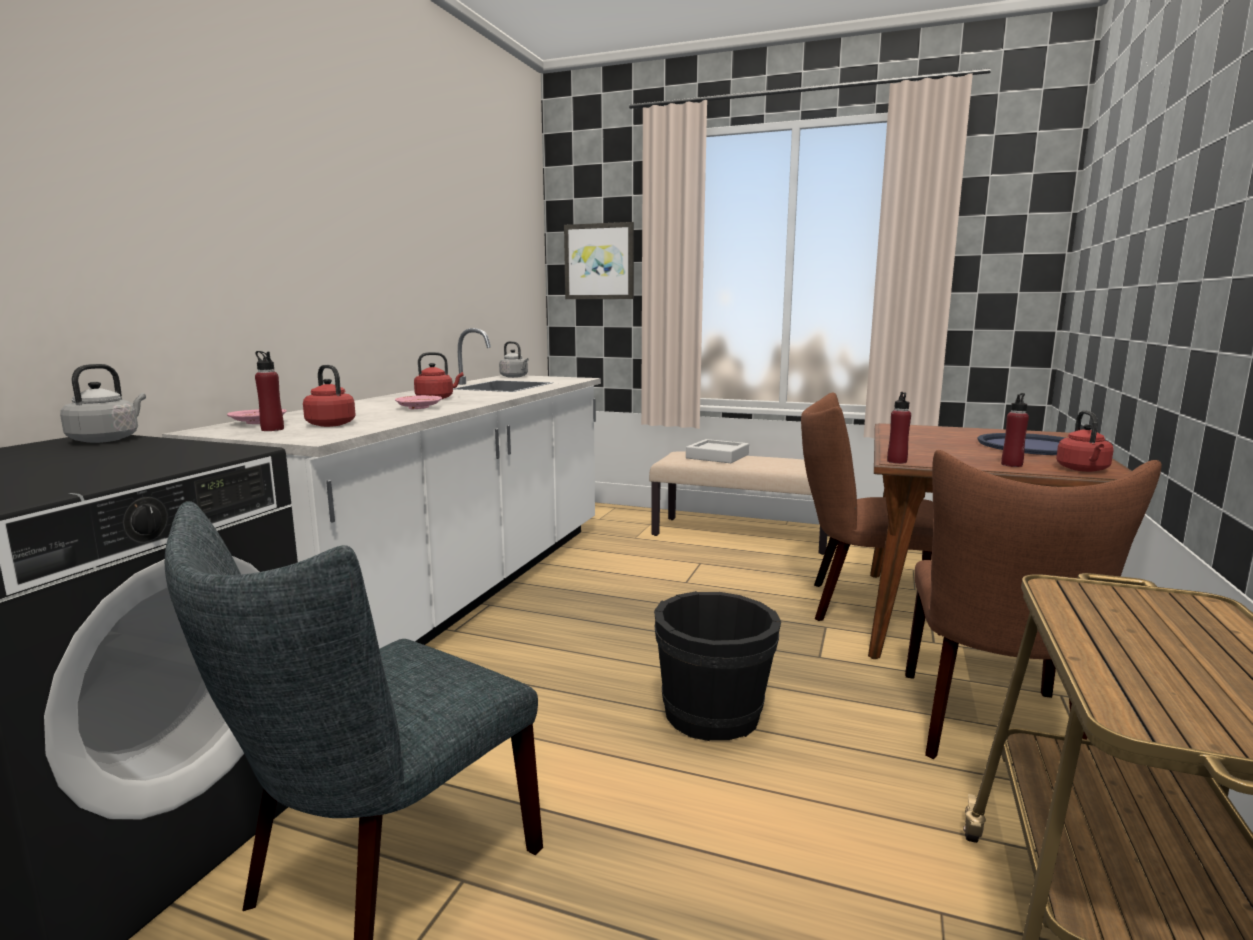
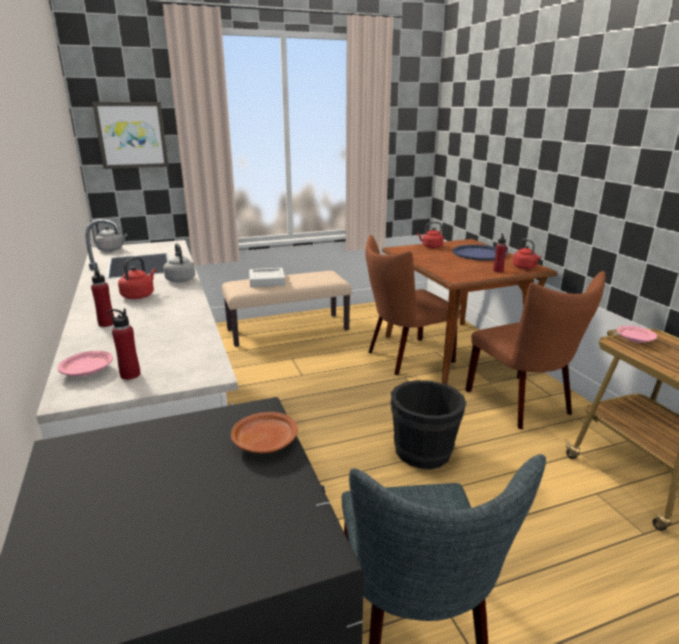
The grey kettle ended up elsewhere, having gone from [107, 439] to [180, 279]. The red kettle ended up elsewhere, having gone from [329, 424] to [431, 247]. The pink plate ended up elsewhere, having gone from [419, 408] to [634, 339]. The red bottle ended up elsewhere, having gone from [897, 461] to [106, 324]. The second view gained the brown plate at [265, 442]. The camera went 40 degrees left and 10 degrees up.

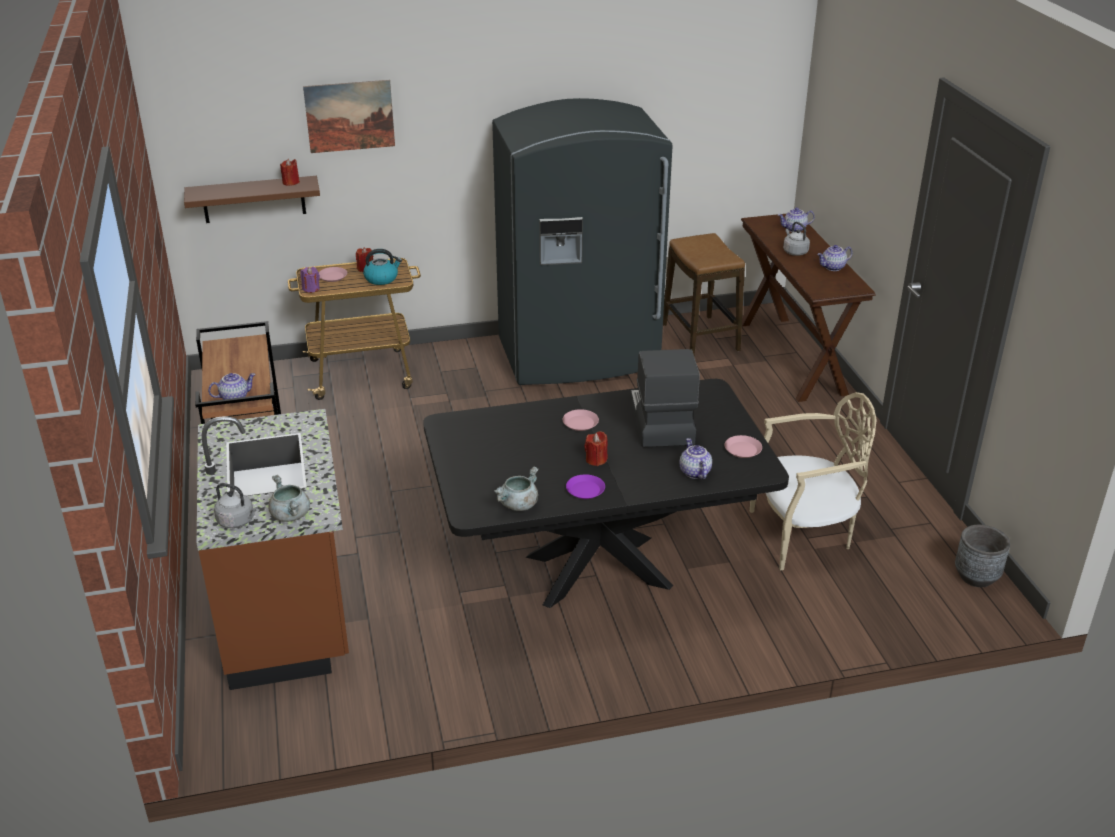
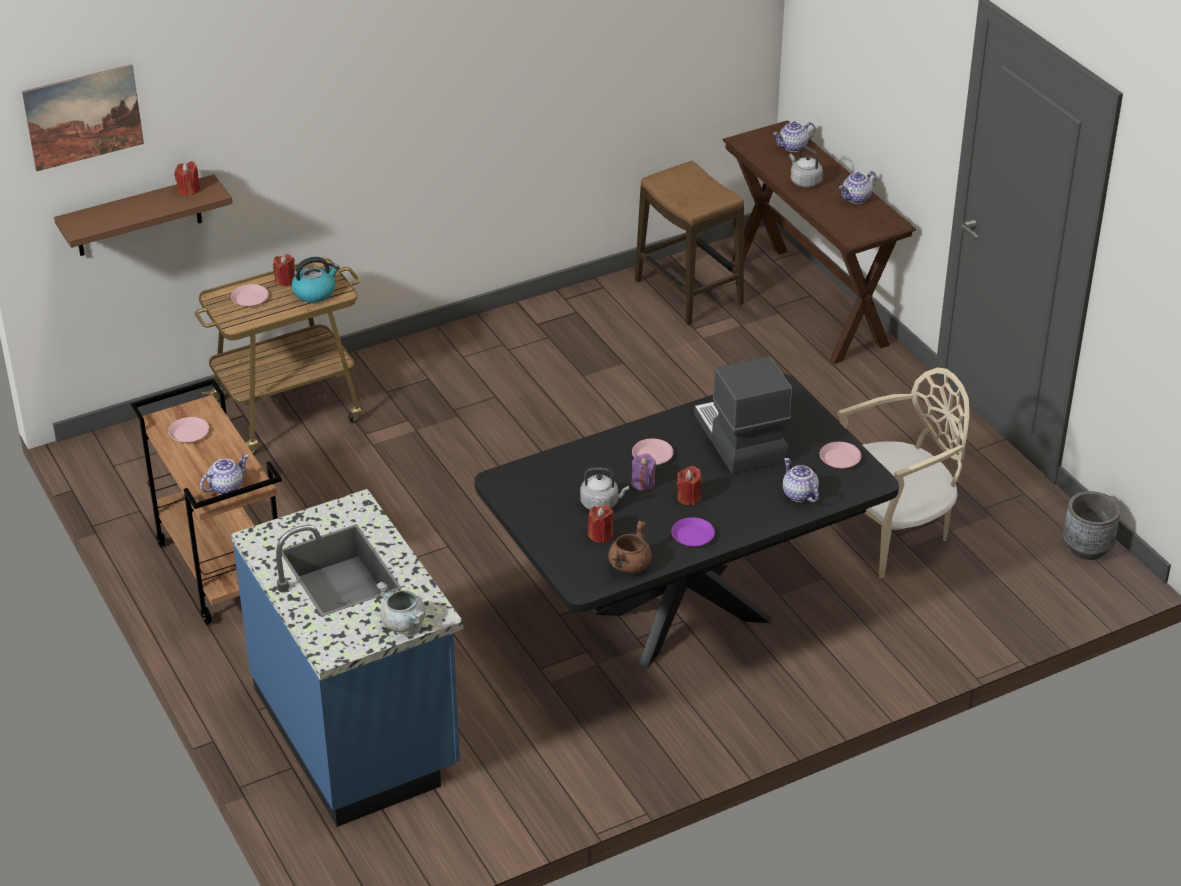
What was the brown counter at [289, 614] turned into the blue counter at [358, 731]. The grey kettle ended up elsewhere, having gone from [237, 521] to [601, 503]. The purple candle ended up elsewhere, having gone from [311, 289] to [643, 483]. The picture ended up elsewhere, having gone from [349, 116] to [83, 117]. The second view lost the grey fridge at [579, 356]. What was the grey cooking pot at [518, 505] turned into the brown cooking pot at [629, 566]. The second view gained the pink plate at [189, 433]. The second view gained the red candle at [601, 535]. The camera went 15 degrees left and 5 degrees up.

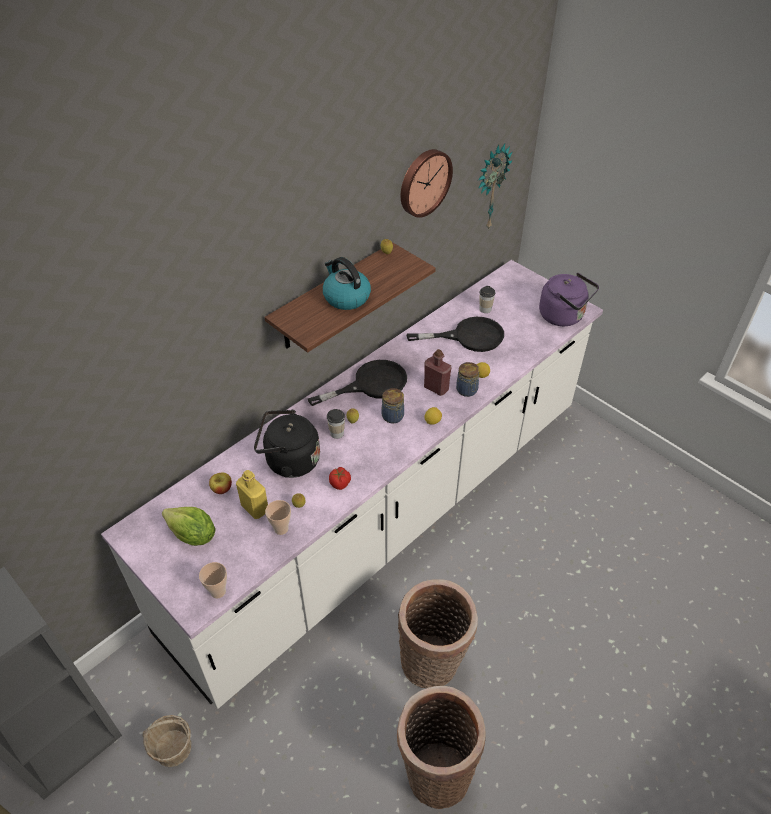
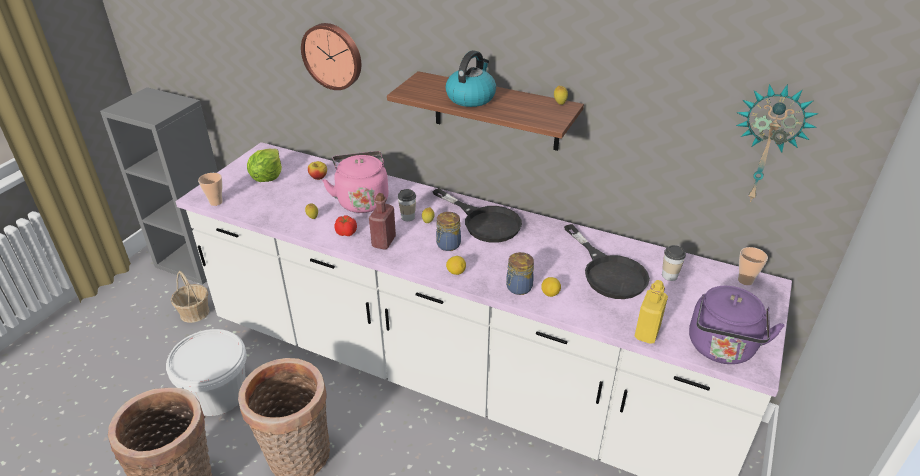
The yellow bottle ended up elsewhere, having gone from [255, 508] to [647, 333]. What was the black kettle at [289, 461] turned into the pink kettle at [362, 200]. The cup ended up elsewhere, having gone from [281, 529] to [745, 280]. The wall clock ended up elsewhere, having gone from [423, 182] to [333, 55]. The red bottle ended up elsewhere, having gone from [436, 388] to [384, 242]. The second view gained the white bucket at [217, 394]. The camera went 70 degrees right and 10 degrees down.

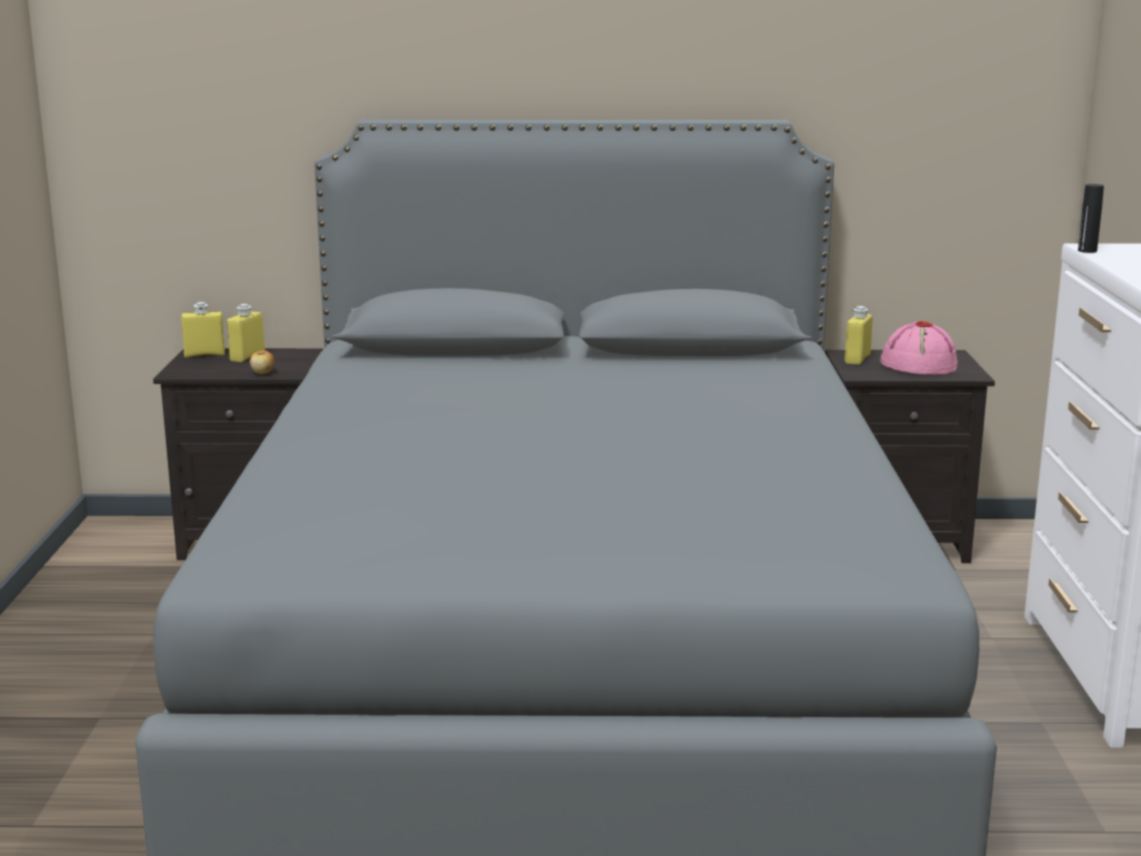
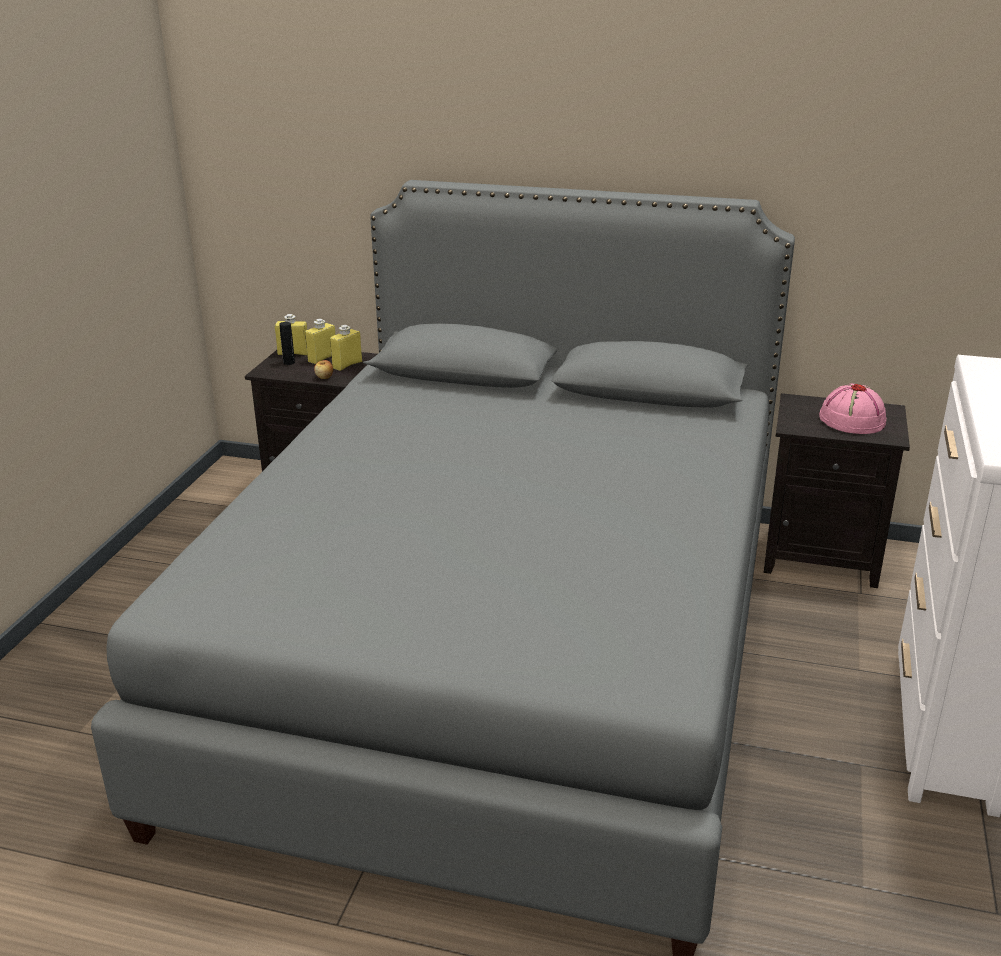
The yellow bottle ended up elsewhere, having gone from [857, 359] to [347, 365]. The black bottle ended up elsewhere, having gone from [1087, 251] to [289, 362]. The camera went 15 degrees right and 10 degrees up.

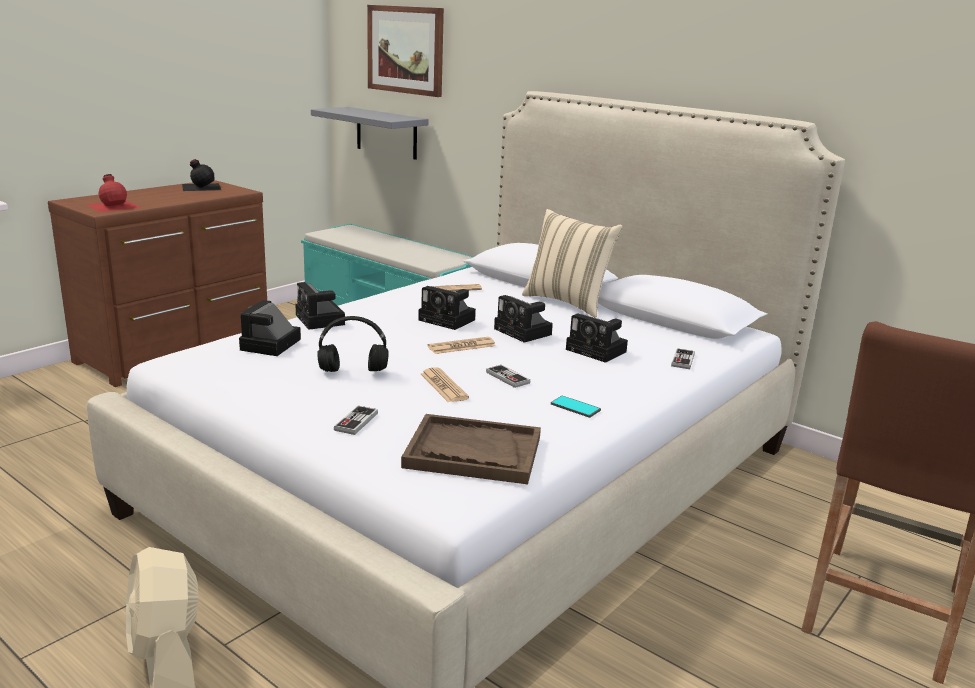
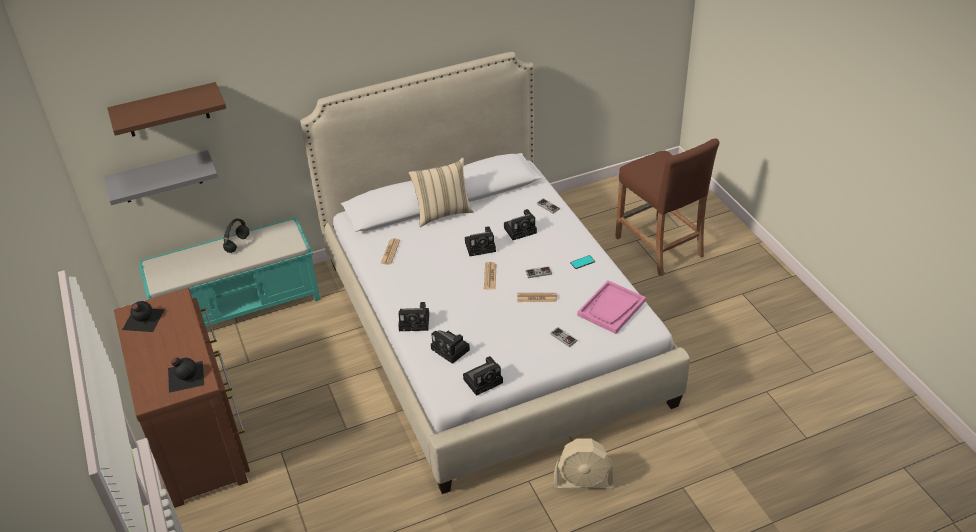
What was the red bottle at [114, 205] turned into the black bottle at [185, 376]. The black headphones ended up elsewhere, having gone from [354, 370] to [237, 243]. Where the picture hung at [406, 50], the brown shelf came to hang at [166, 110]. What was the brown tray at [472, 452] turned into the pink tray at [611, 308]. The photo camera ended up elsewhere, having gone from [449, 320] to [484, 380]. The camera went 60 degrees left and 20 degrees up.

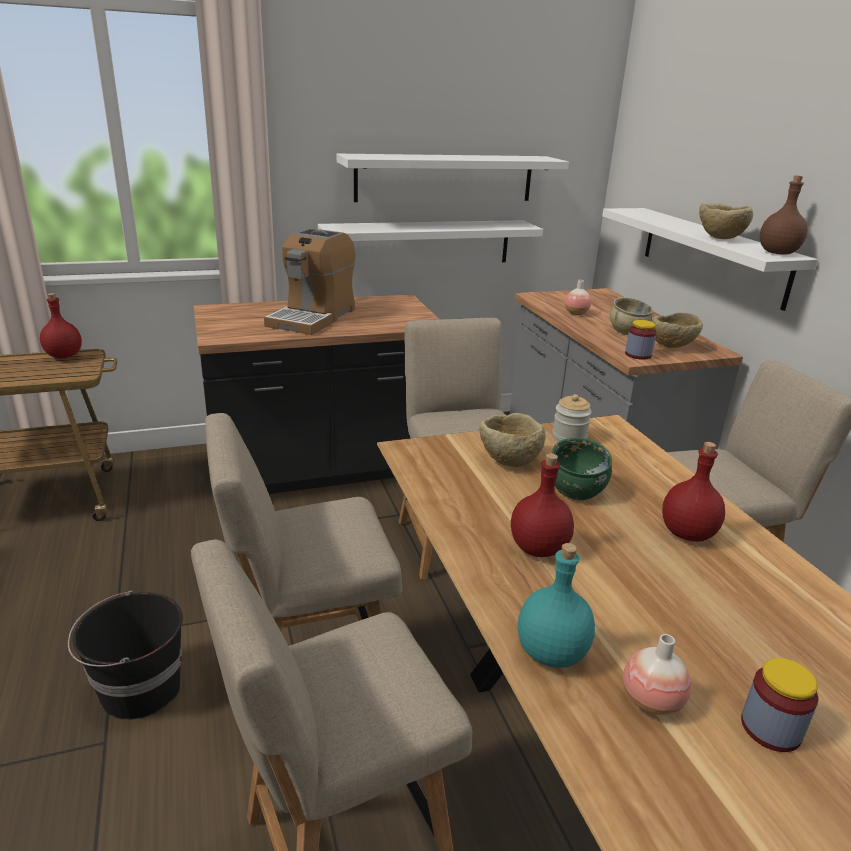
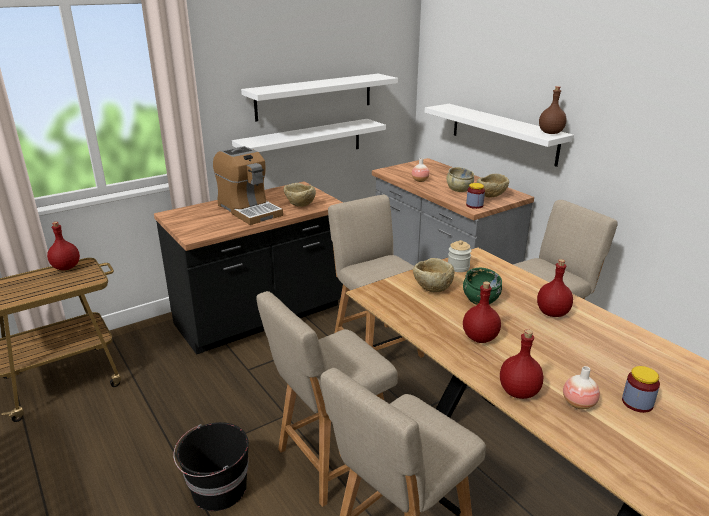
The coffee machine at [312, 317] ended up facing another way, 45 degrees counterclockwise from before. What was the turquoise bottle at [552, 654] turned into the red bottle at [519, 392]. The beige bowl ended up elsewhere, having gone from [719, 239] to [299, 206]. The camera went 15 degrees left and 0 degrees up.

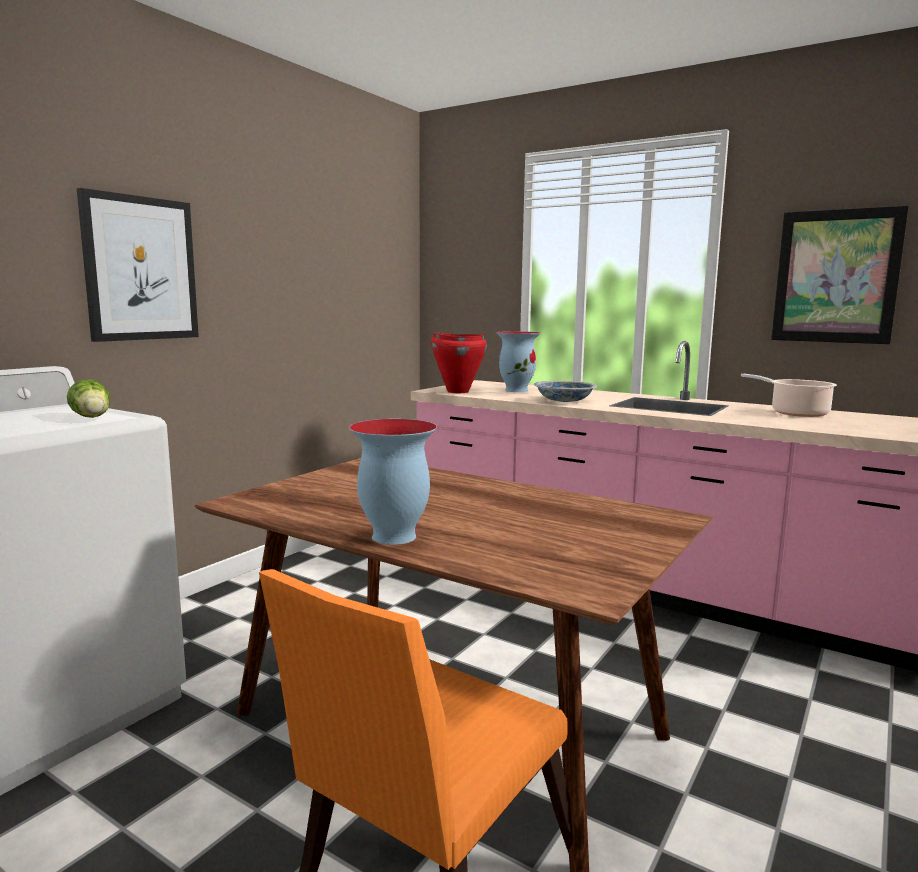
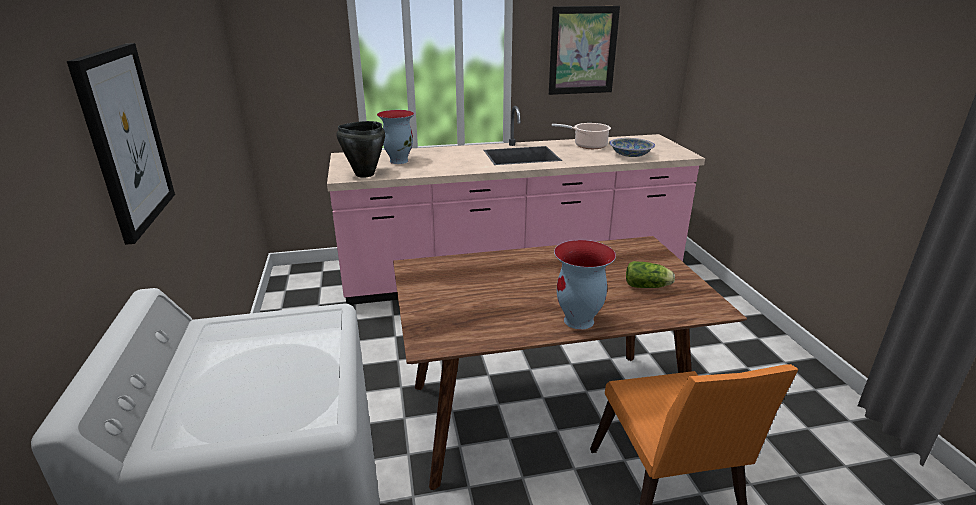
The lettuce ended up elsewhere, having gone from [92, 418] to [648, 286]. What was the red cooking pot at [457, 391] turned into the black cooking pot at [364, 174]. The bowl ended up elsewhere, having gone from [564, 401] to [630, 155]. The camera went 45 degrees left and 15 degrees up.

